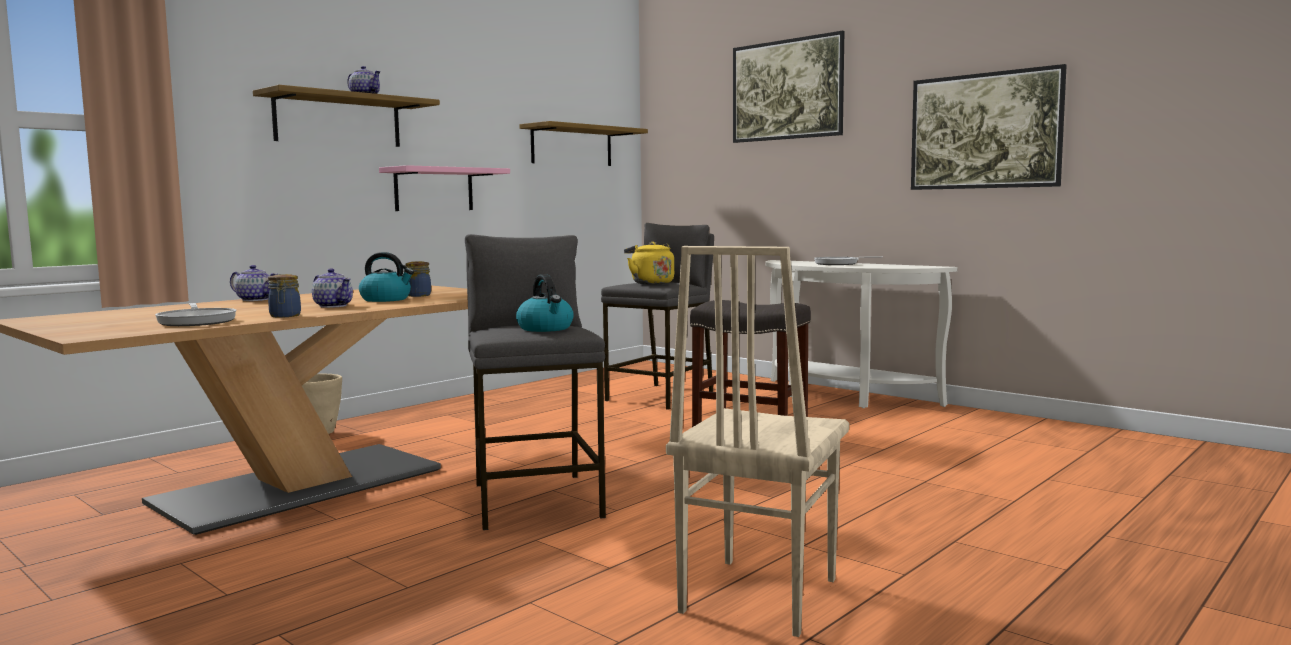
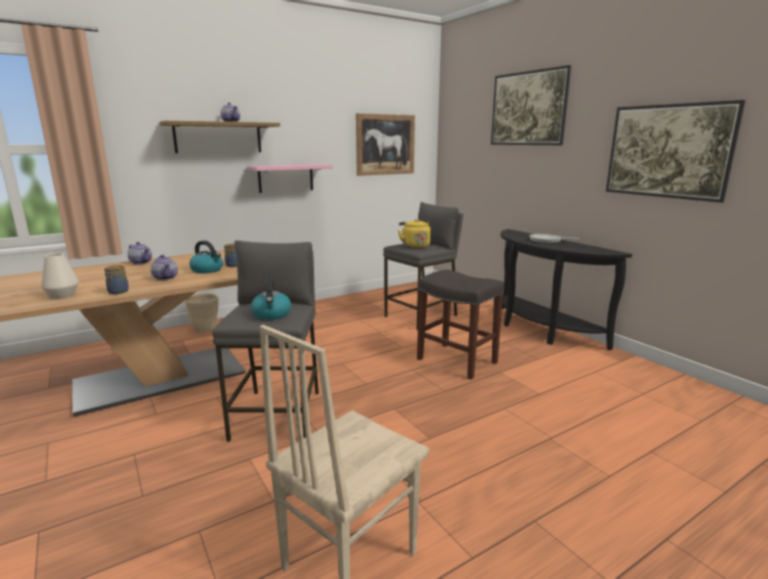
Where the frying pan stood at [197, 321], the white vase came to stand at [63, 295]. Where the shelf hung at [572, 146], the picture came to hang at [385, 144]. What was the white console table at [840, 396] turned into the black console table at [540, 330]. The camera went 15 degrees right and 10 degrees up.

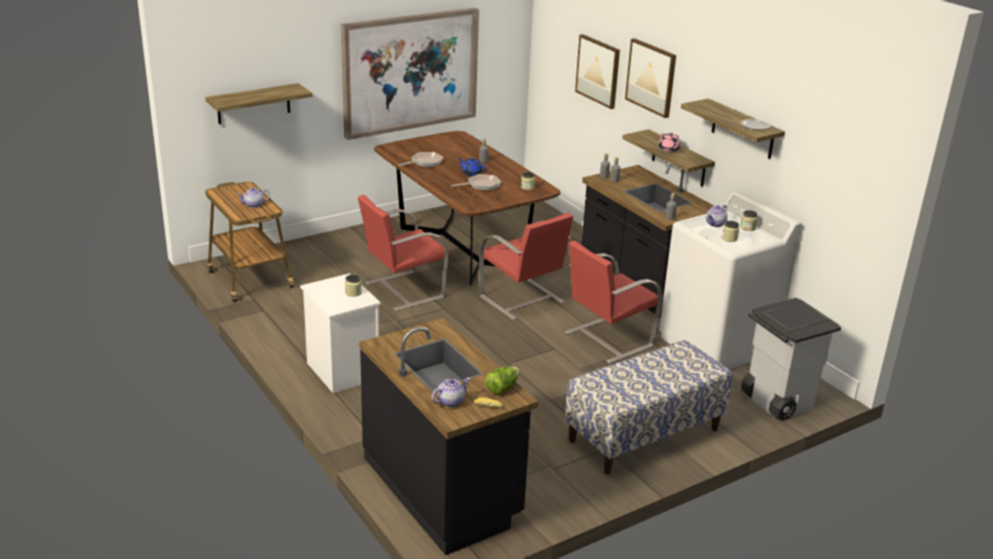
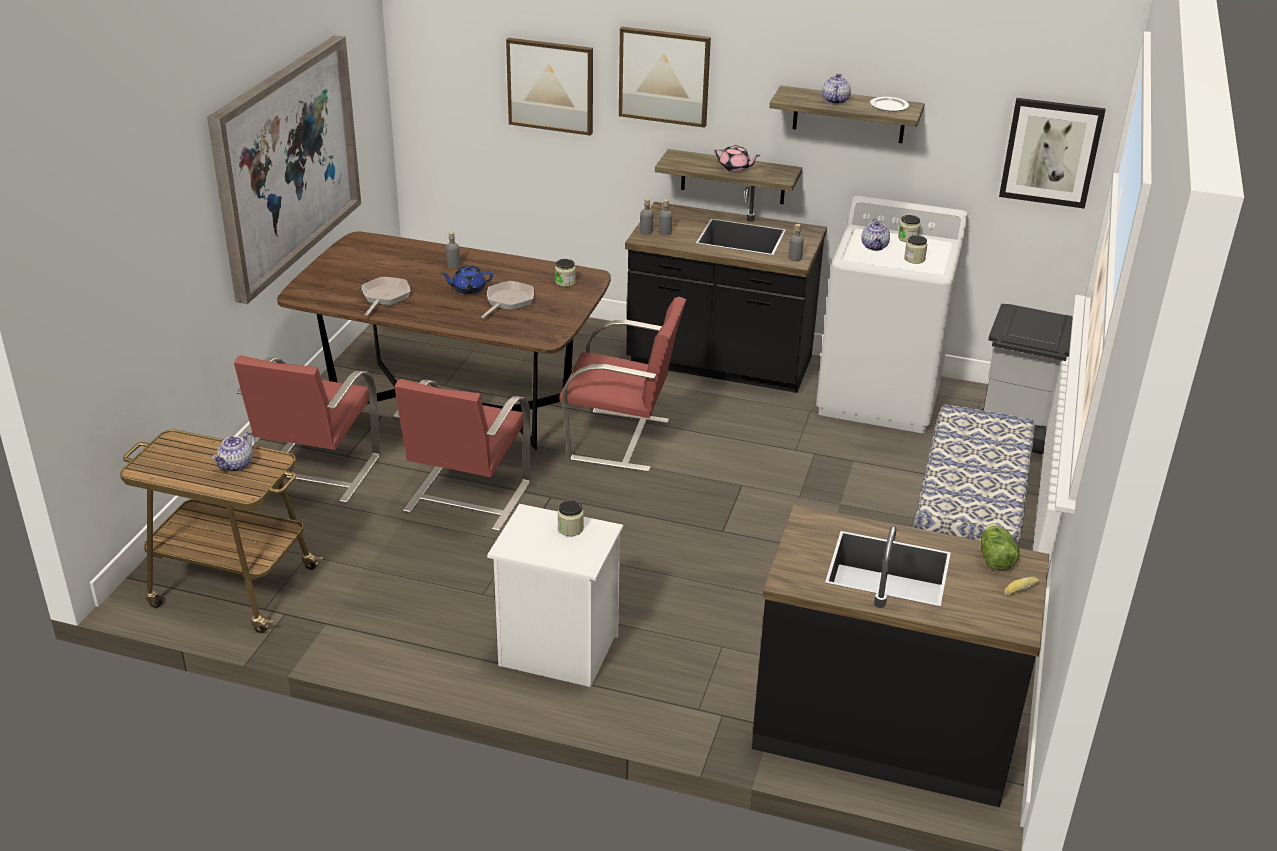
The second view lost the shelf at [253, 104]. The teapot ended up elsewhere, having gone from [450, 401] to [834, 100]. The red chair ended up elsewhere, having gone from [607, 339] to [315, 472]. The second view gained the picture at [1051, 152]. The camera went 40 degrees left and 5 degrees up.

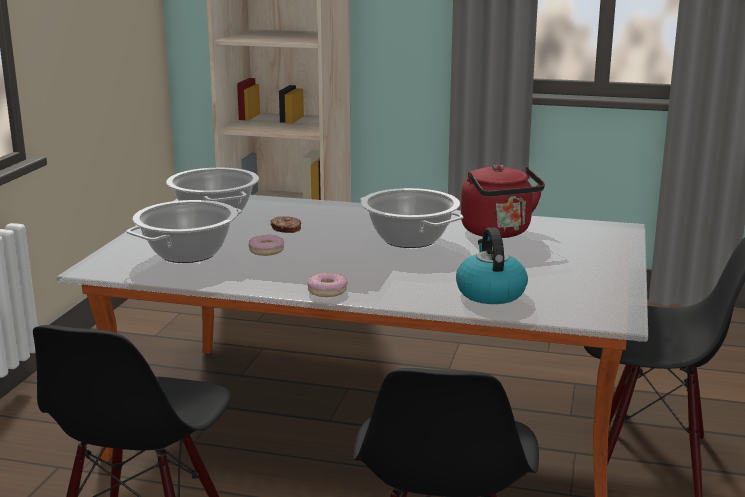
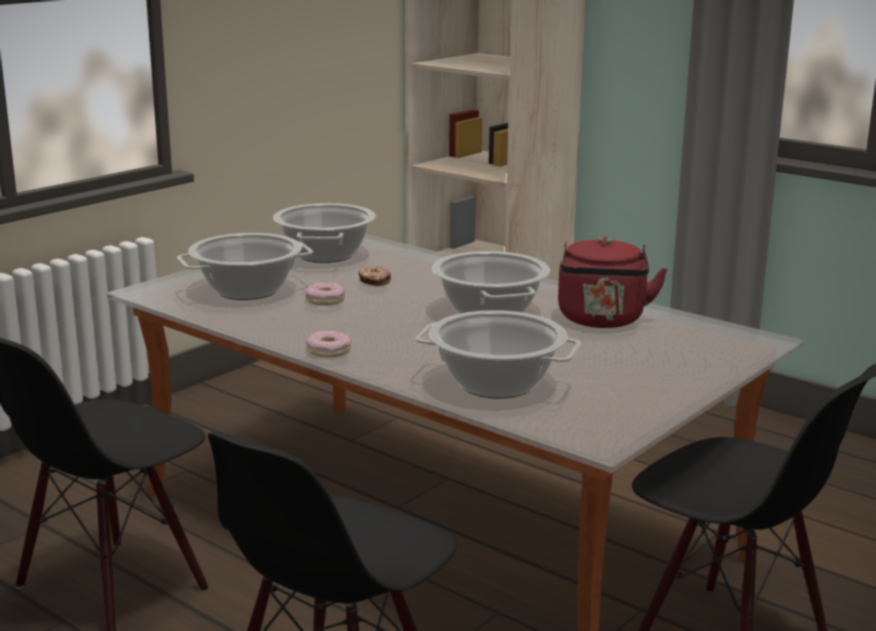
Where the kettle stood at [490, 293], the cooking pot came to stand at [496, 384]. The camera went 25 degrees right and 0 degrees up.

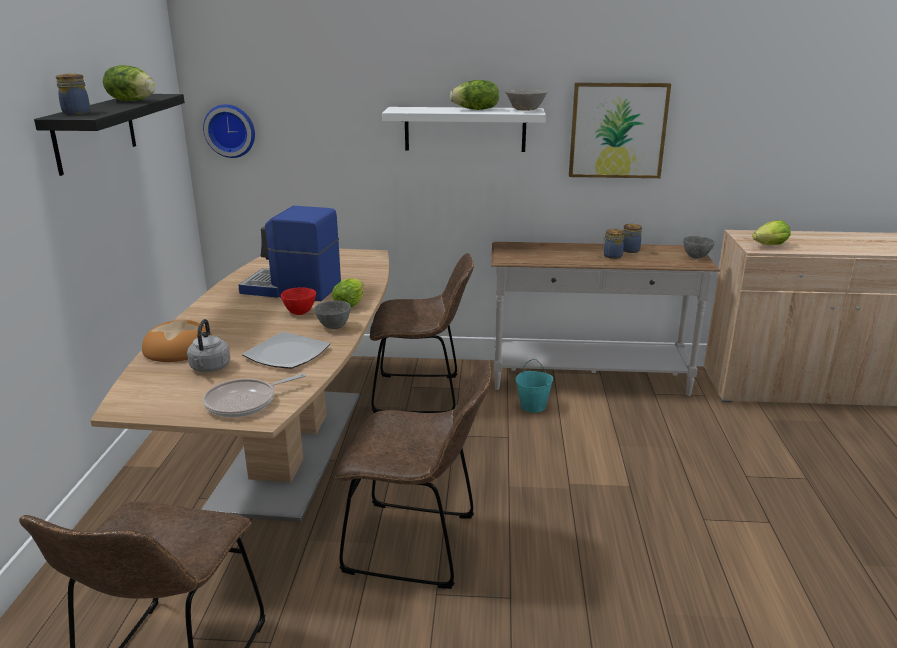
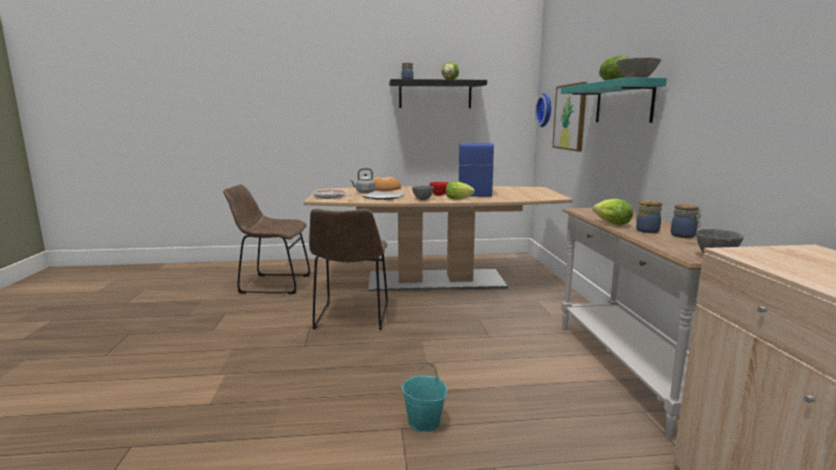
The second view lost the brown chair at [422, 394]. What was the white shelf at [465, 129] turned into the turquoise shelf at [623, 103]. The turquoise bucket ended up elsewhere, having gone from [533, 406] to [424, 422]. The picture ended up elsewhere, having gone from [617, 130] to [570, 117]. The lettuce ended up elsewhere, having gone from [768, 246] to [609, 223]. The camera went 80 degrees right and 10 degrees down.

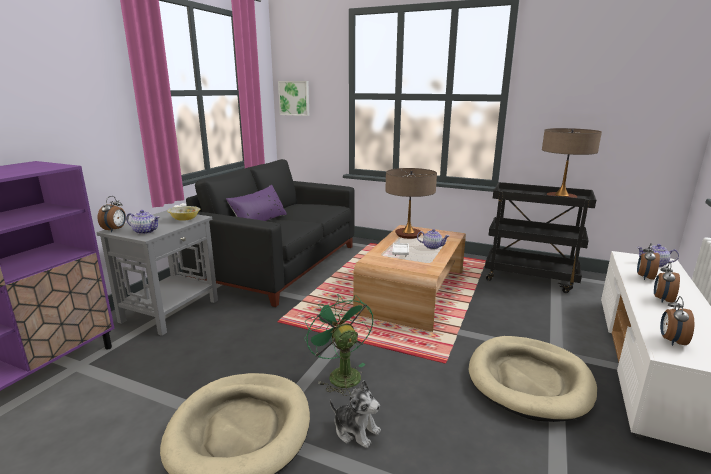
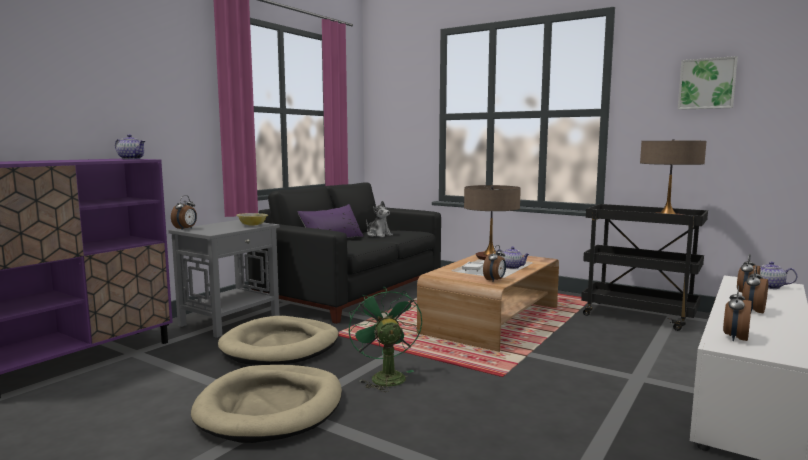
The teapot ended up elsewhere, having gone from [145, 231] to [131, 159]. The picture ended up elsewhere, having gone from [294, 98] to [707, 84]. The plush toy ended up elsewhere, having gone from [356, 430] to [378, 235]. The beige dog bed ended up elsewhere, having gone from [529, 380] to [281, 346]. The second view gained the alarm clock at [495, 280]. The camera went 10 degrees right and 10 degrees down.

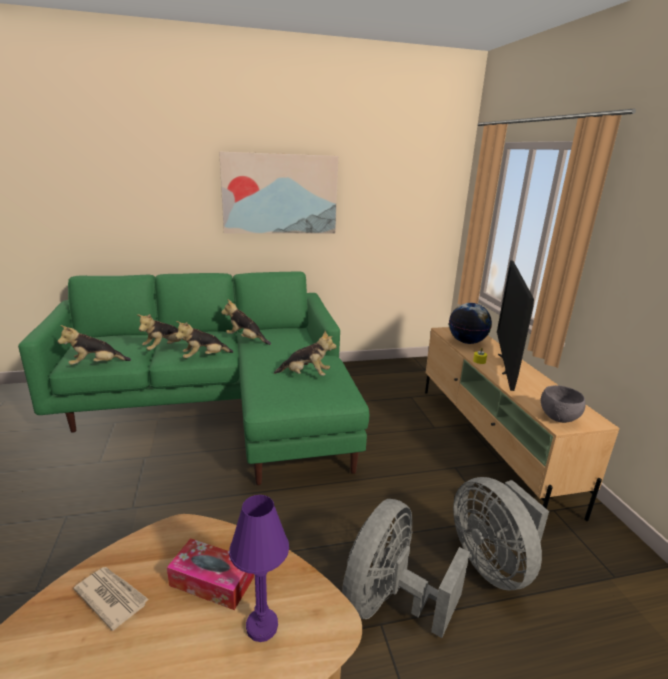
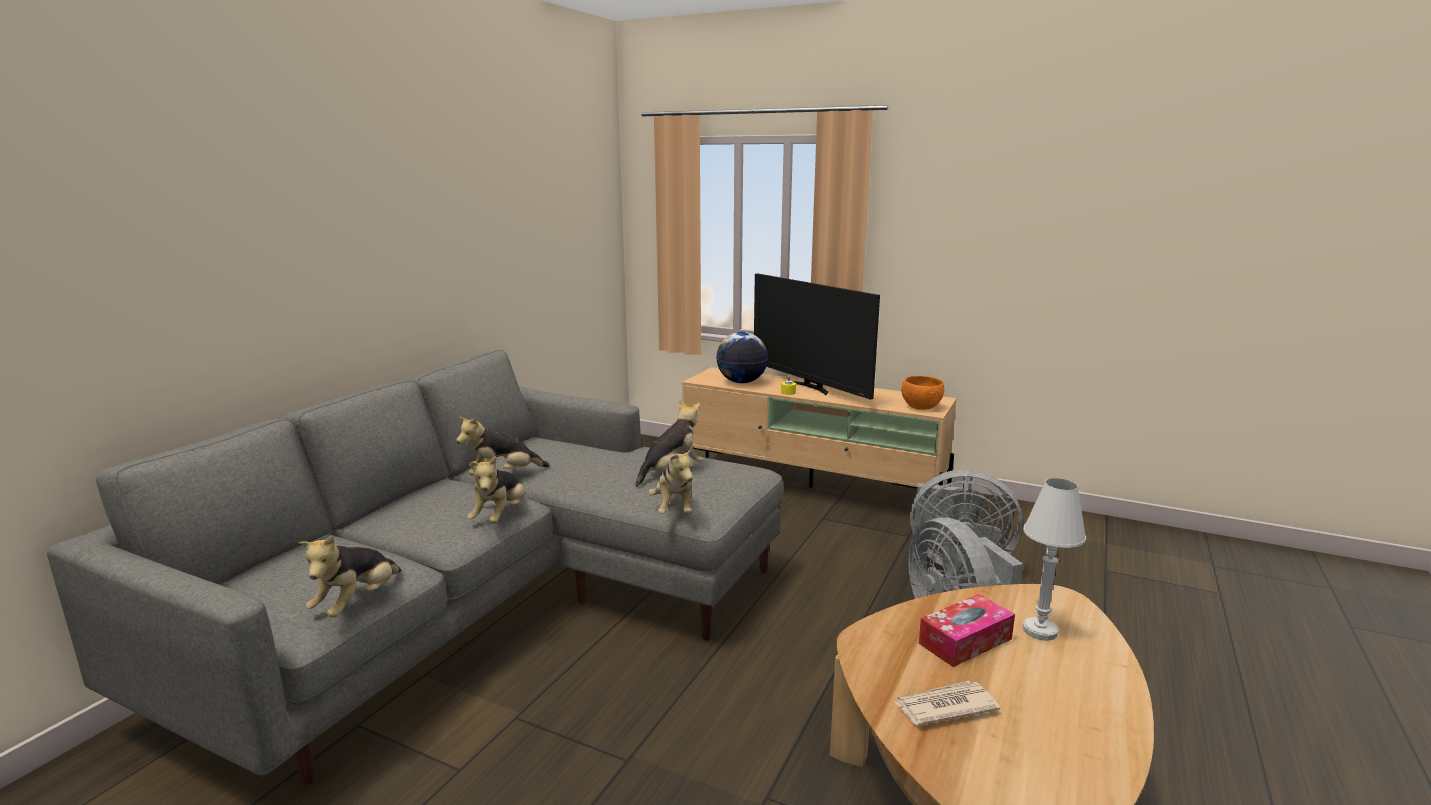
What was the green sofa at [220, 407] turned into the grey sofa at [488, 610]. The plush toy ended up elsewhere, having gone from [164, 348] to [674, 509]. The second view lost the picture at [280, 194]. What was the purple table lamp at [262, 626] turned into the white table lamp at [1040, 631]. What was the grey bowl at [558, 418] turned into the orange bowl at [920, 407]. The camera went 50 degrees left and 5 degrees down.

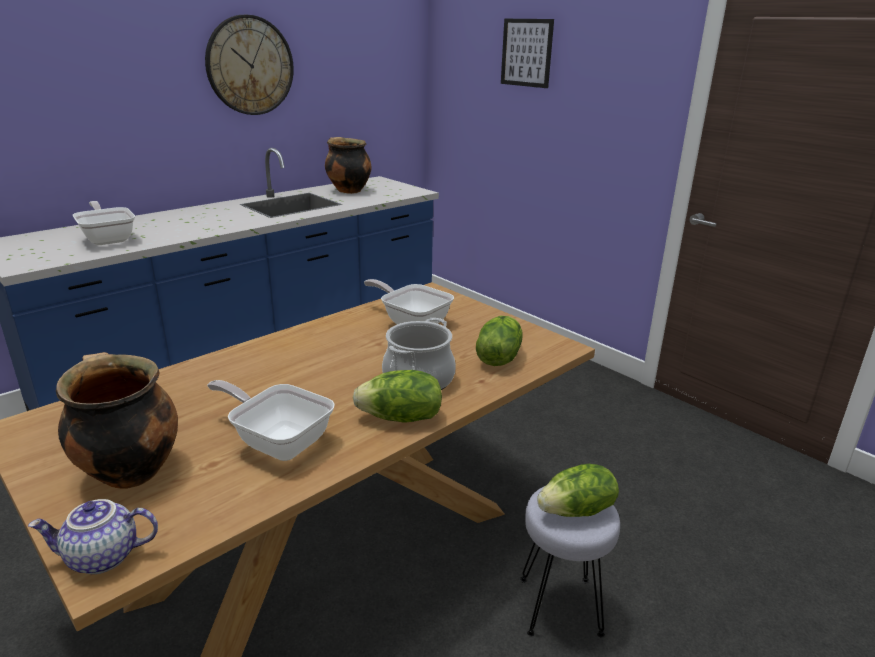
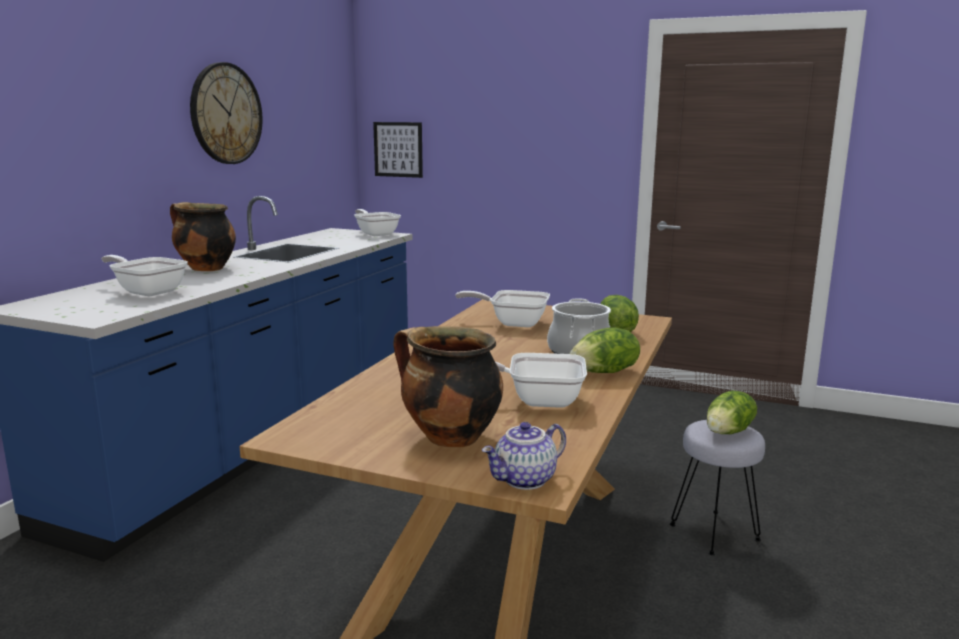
The cooking pot ended up elsewhere, having gone from [348, 190] to [205, 269]. The picture ended up elsewhere, having gone from [526, 53] to [398, 149]. The second view gained the frying pan at [376, 234]. The camera went 25 degrees left and 10 degrees down.

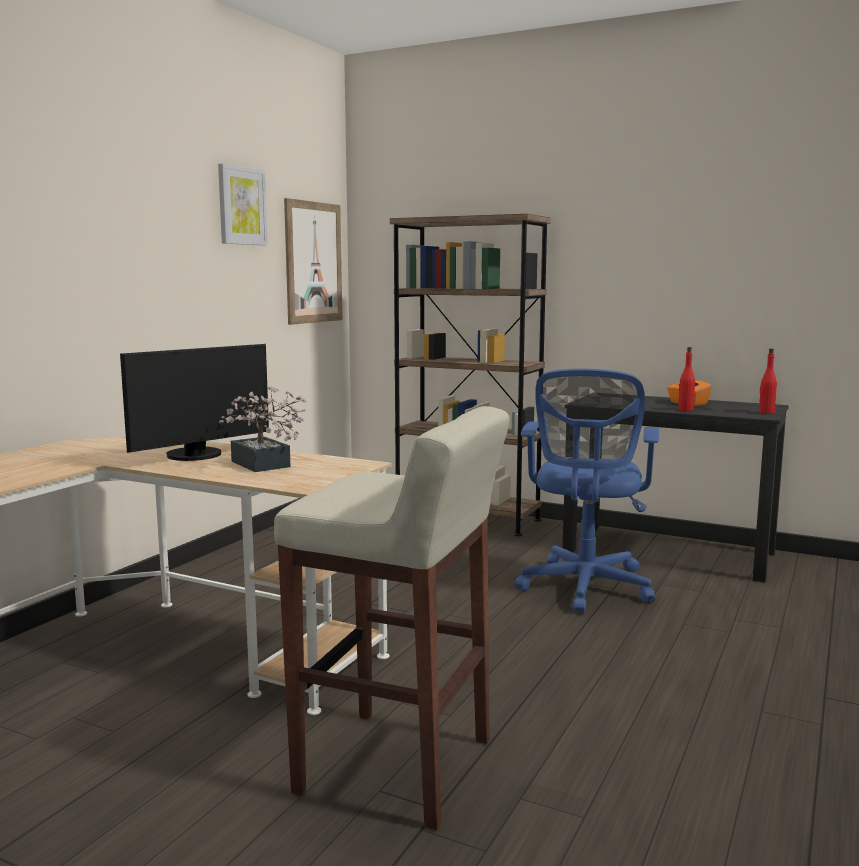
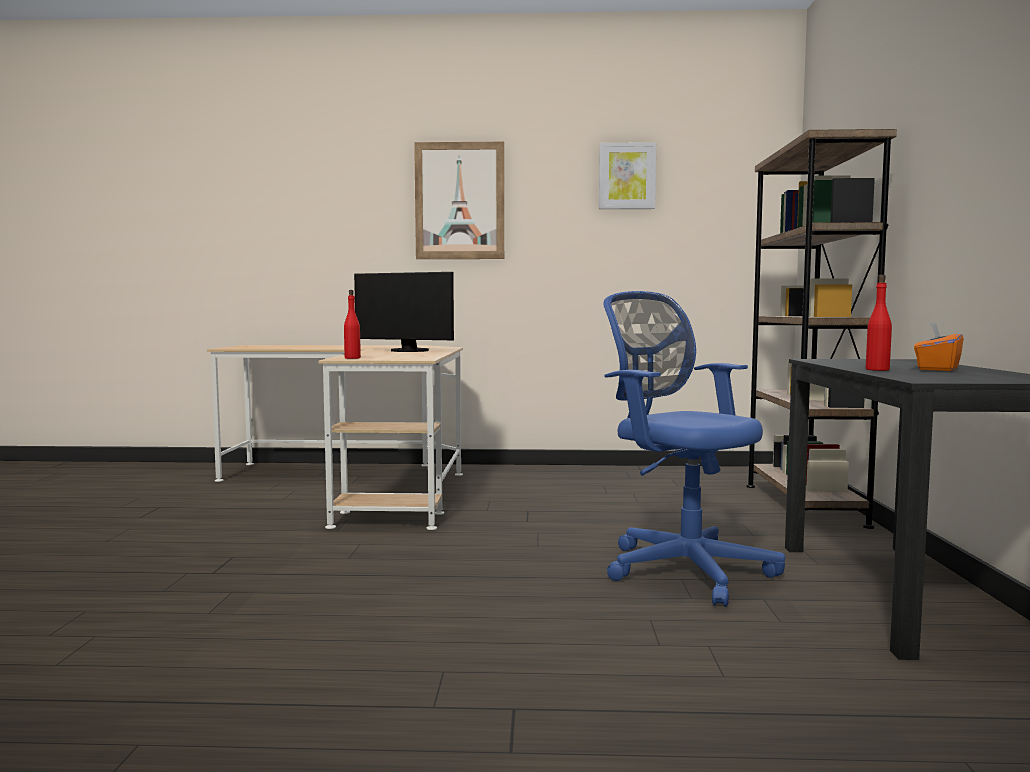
The second view lost the potted plant at [263, 465]. The second view lost the beige stool at [399, 767]. The picture ended up elsewhere, having gone from [313, 262] to [459, 201]. The blue office chair at [585, 589] ended up facing another way, 60 degrees clockwise from before. The red bottle ended up elsewhere, having gone from [766, 412] to [352, 358]. The camera went 65 degrees right and 5 degrees down.

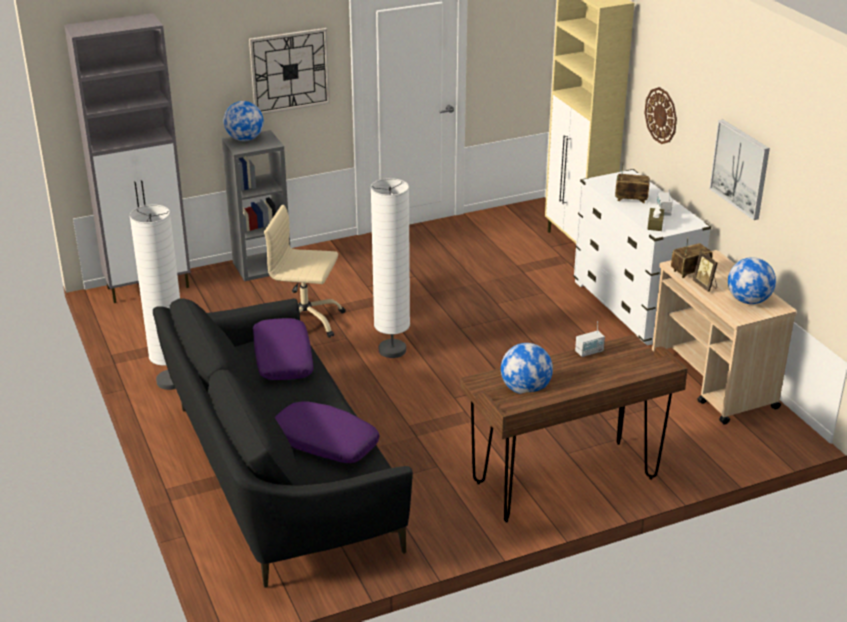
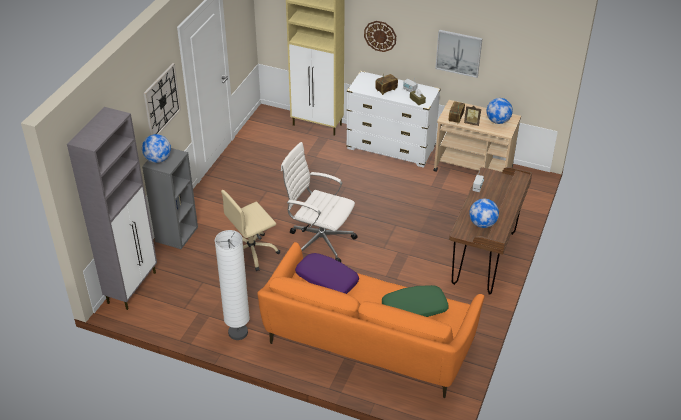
What was the black sofa at [278, 475] turned into the orange sofa at [368, 342]. What was the purple pillow at [323, 442] turned into the green pillow at [414, 309]. Where the white floor lamp stood at [392, 350], the white office chair came to stand at [319, 241]. The camera went 45 degrees left and 10 degrees up.

